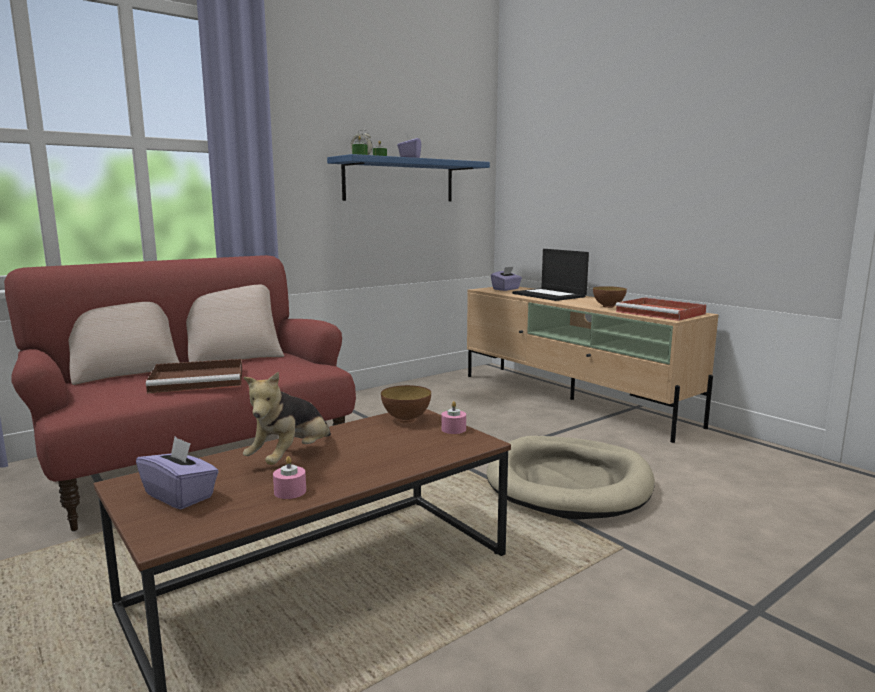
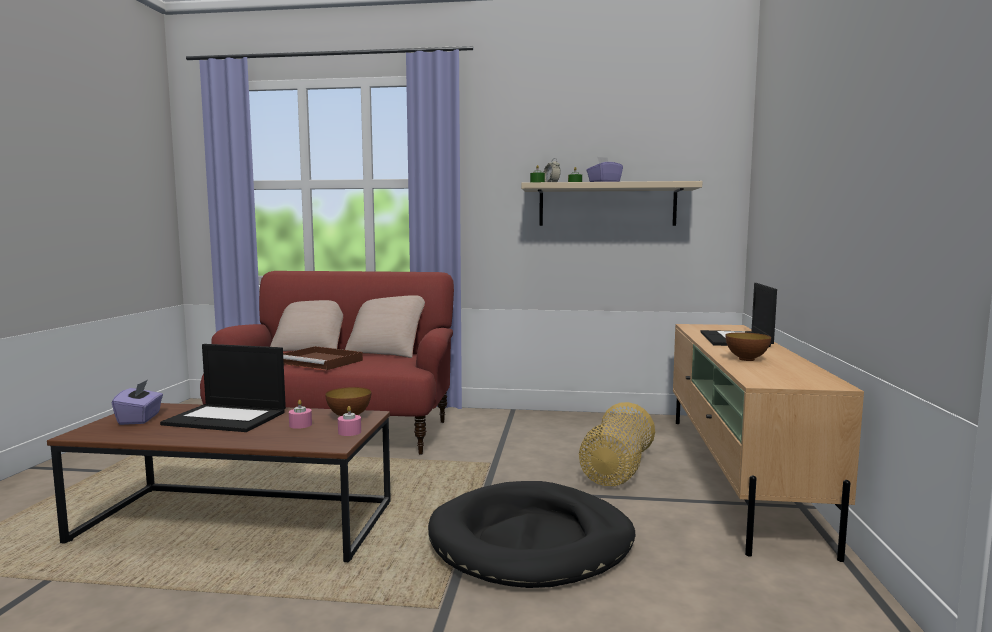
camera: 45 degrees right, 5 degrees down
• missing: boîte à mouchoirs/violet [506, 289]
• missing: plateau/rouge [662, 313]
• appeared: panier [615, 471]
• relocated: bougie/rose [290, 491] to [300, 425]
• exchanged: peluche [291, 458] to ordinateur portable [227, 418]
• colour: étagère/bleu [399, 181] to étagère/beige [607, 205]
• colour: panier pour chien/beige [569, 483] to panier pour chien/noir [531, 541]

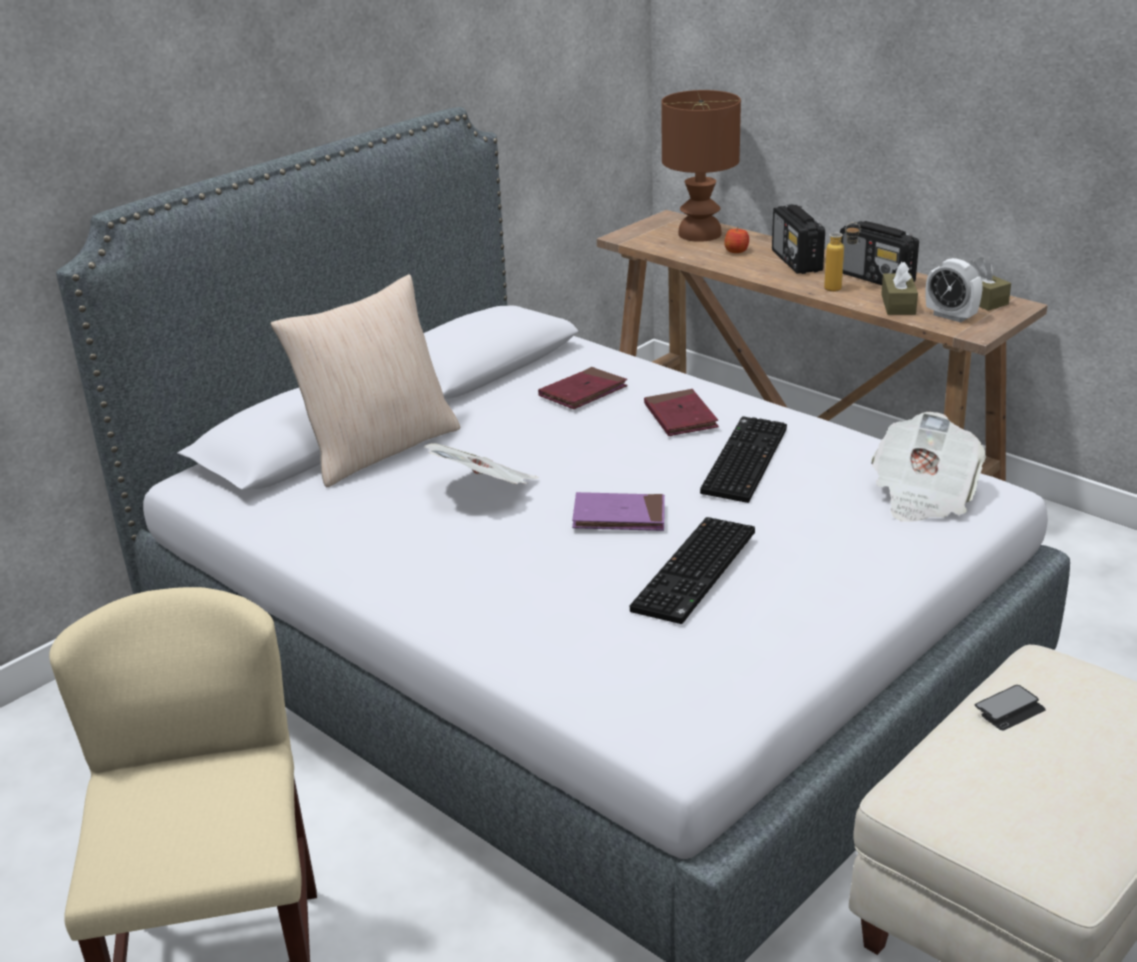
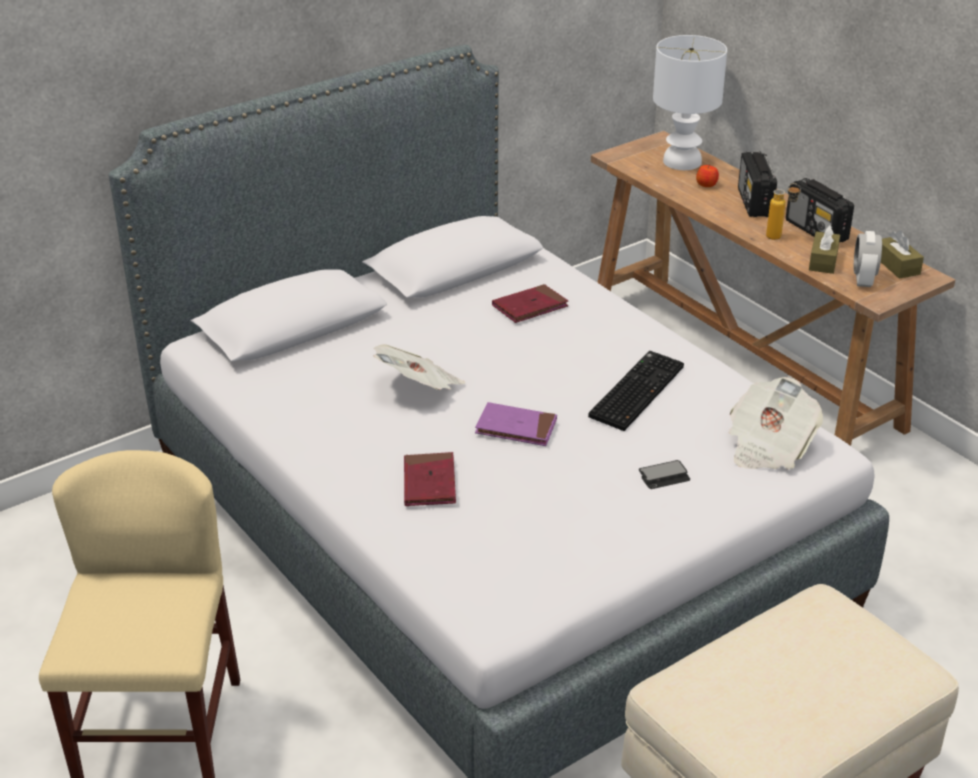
camera: 10 degrees right, 5 degrees up
• missing: coussin/beige [378, 448]
• missing: clavier [696, 573]
• relocated: livre/rouge [680, 417] to [429, 483]
• relocated: téléphone [1009, 709] to [664, 476]
• colour: lampe de table/marron [699, 233] to lampe de table/blanc [682, 161]
• spun: réveil [950, 316] = [863, 279] 45 degrees clockwise

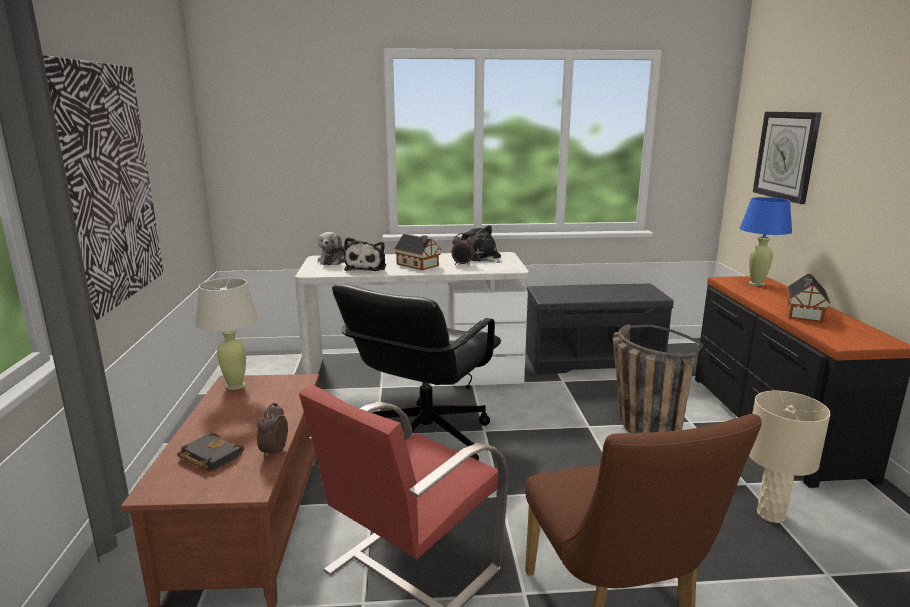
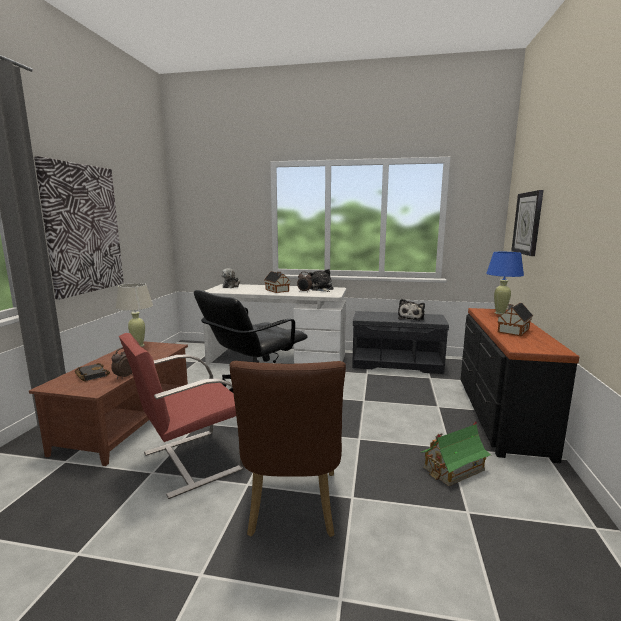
camera: 15 degrees right, 5 degrees down
• missing: panier [638, 424]
• relocated: peluche [367, 267] to [411, 318]
• exchanged: lampe de table/beige [771, 514] to maison miniature [453, 468]

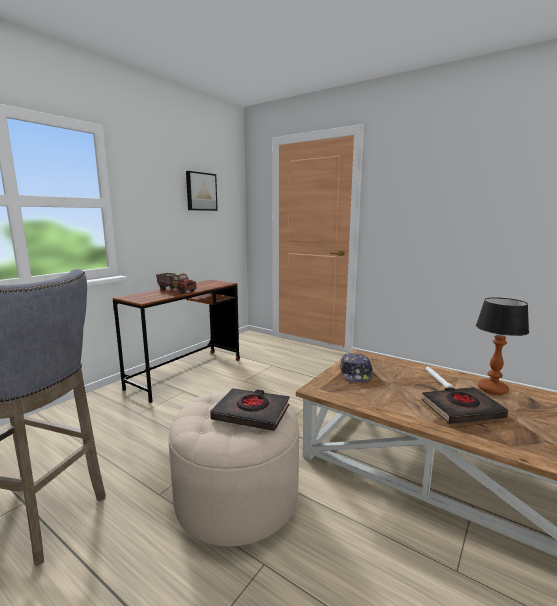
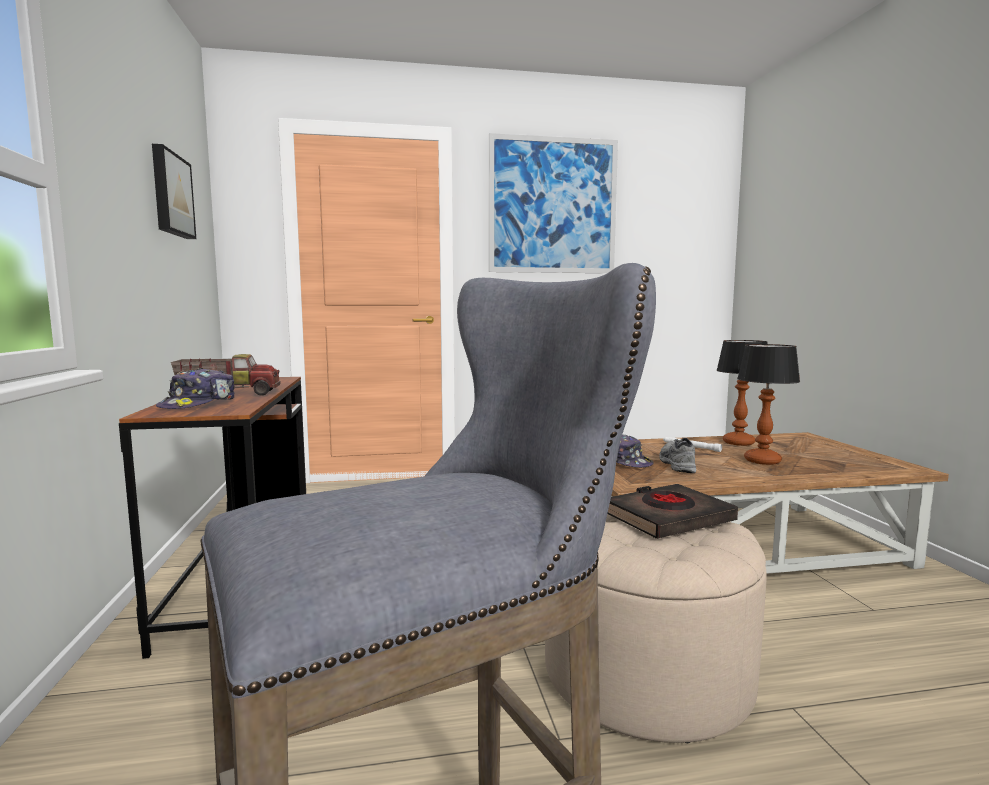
camera: 45 degrees left, 5 degrees down
• appeared: casquette [199, 404]
• appeared: tableau [553, 206]
• appeared: chaussure/gris [675, 464]
• exchanged: livre/noir [461, 409] to lampe de table [761, 461]

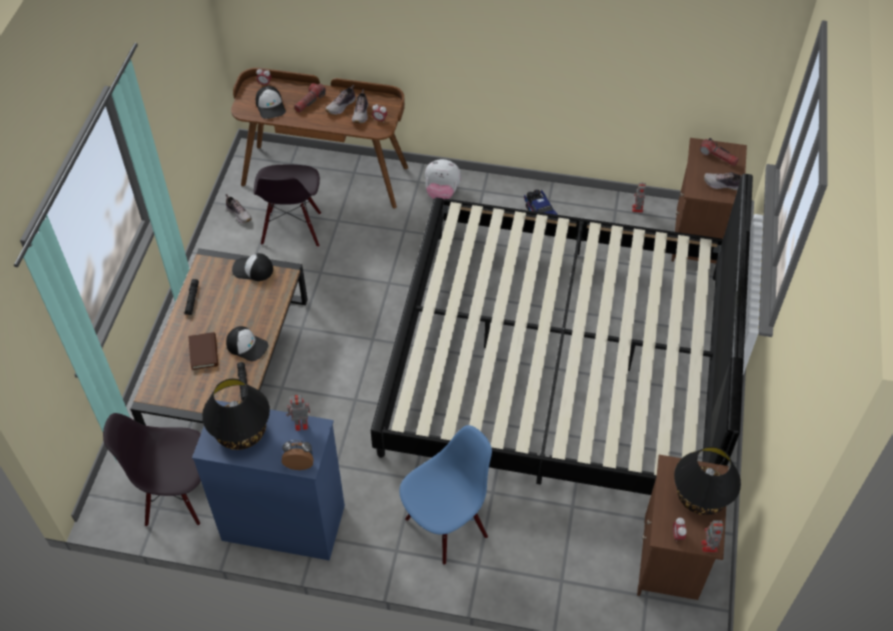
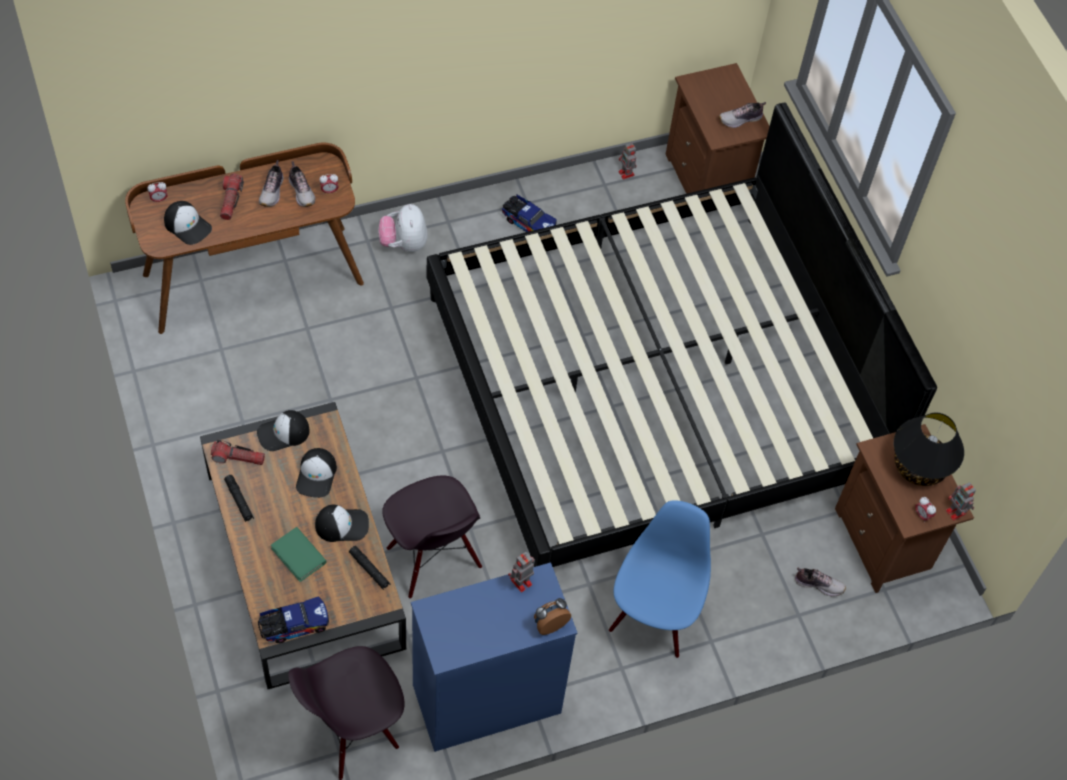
camera: 35 degrees left, 5 degrees up
• missing: lampe de table/noir [241, 431]
• appeared: camion jouet [293, 625]
• appeared: casquette [317, 475]
• relocated: chaussure [239, 214] to [818, 584]
• relocated: chaise/noir [292, 229] to [432, 558]
• relocated: lampe de poche [718, 157] to [238, 458]
• colour: livre/marron [204, 352] to livre/vert [298, 555]
• spun: peluche [442, 193] = [404, 243] 105 degrees clockwise

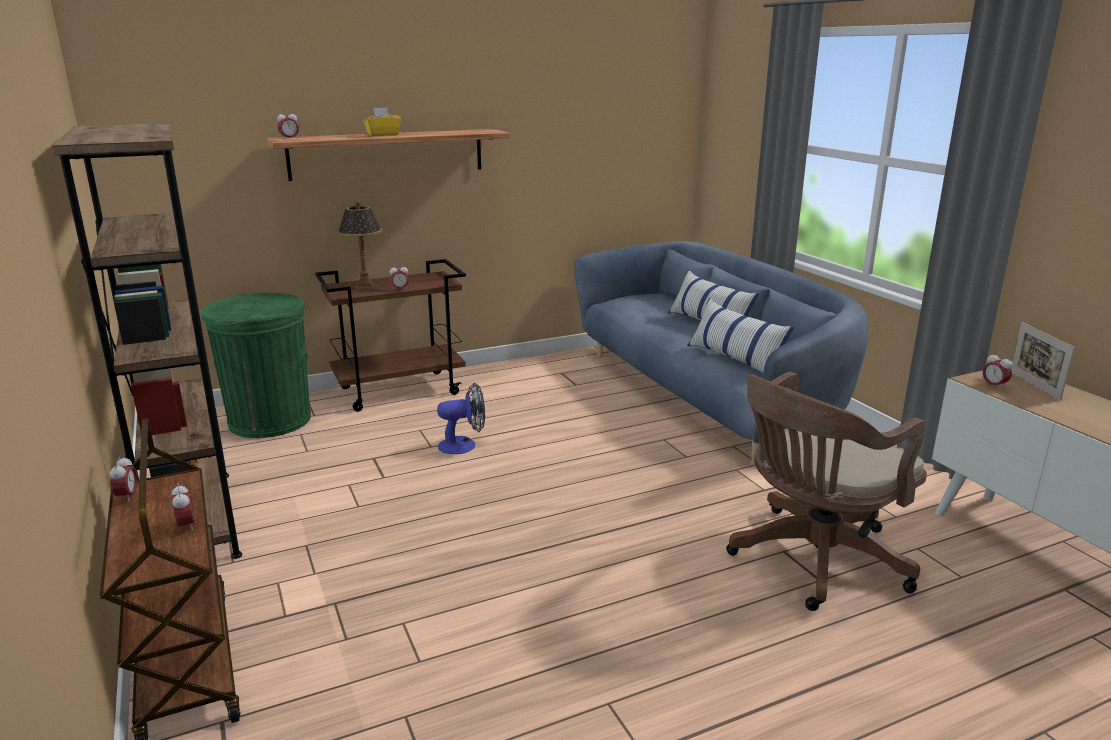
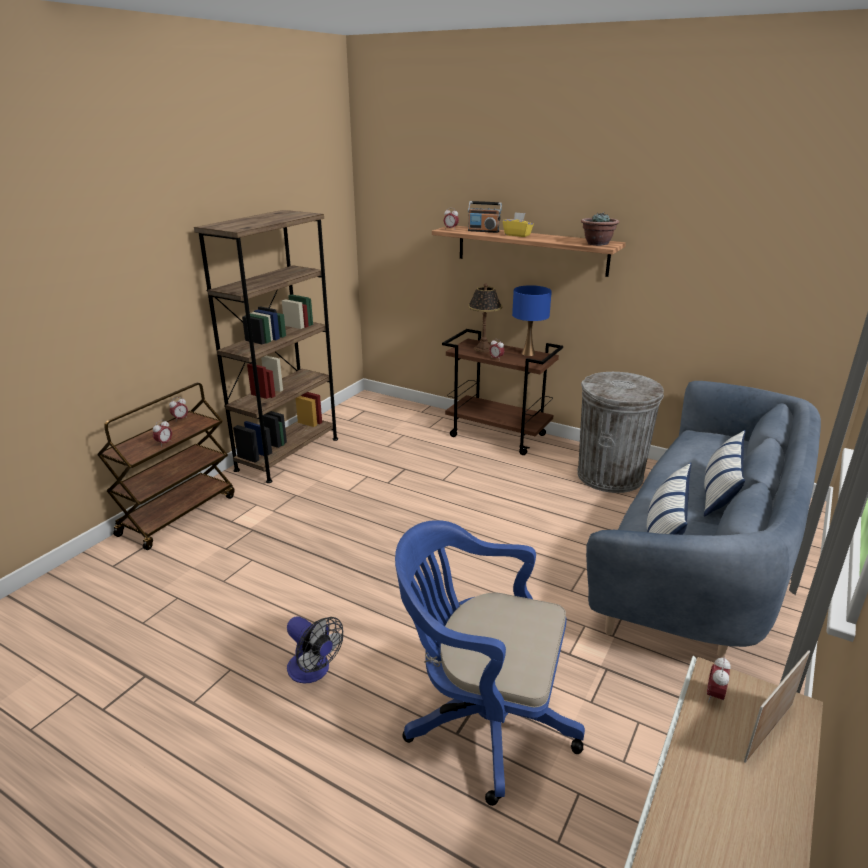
camera: 55 degrees right, 5 degrees up
• missing: poubelle/vert [270, 420]
• appeared: radio [483, 231]
• appeared: lampe de table/bleu [528, 353]
• appeared: poubelle/gris [610, 476]
• appeared: plante en pot [597, 244]
• relocated: ventilateur [464, 445] to [313, 671]
• colour: chaise de bureau/marron [812, 561] to chaise de bureau/bleu [481, 720]

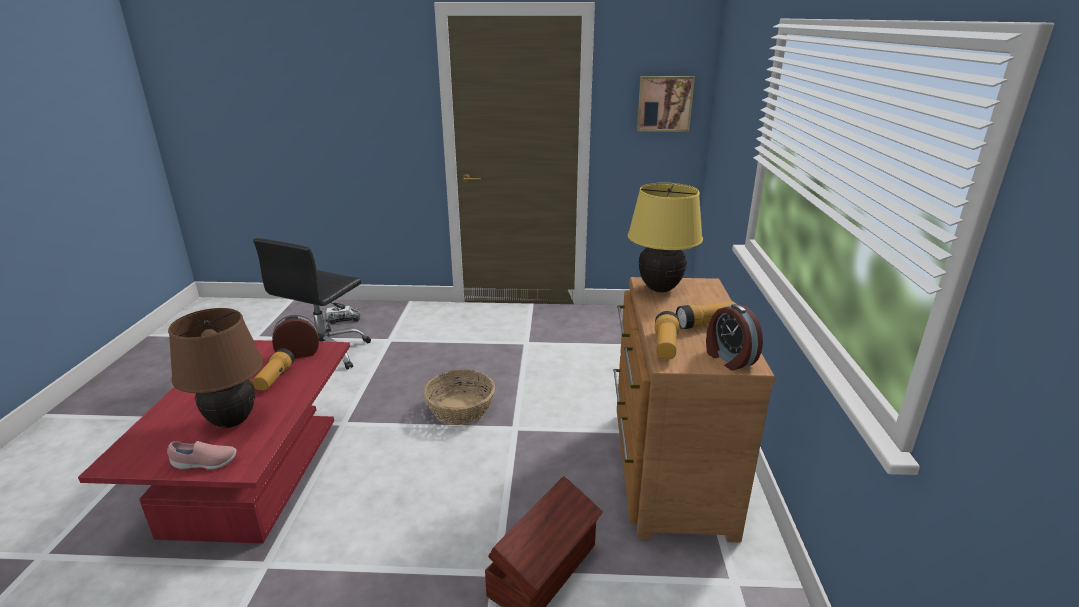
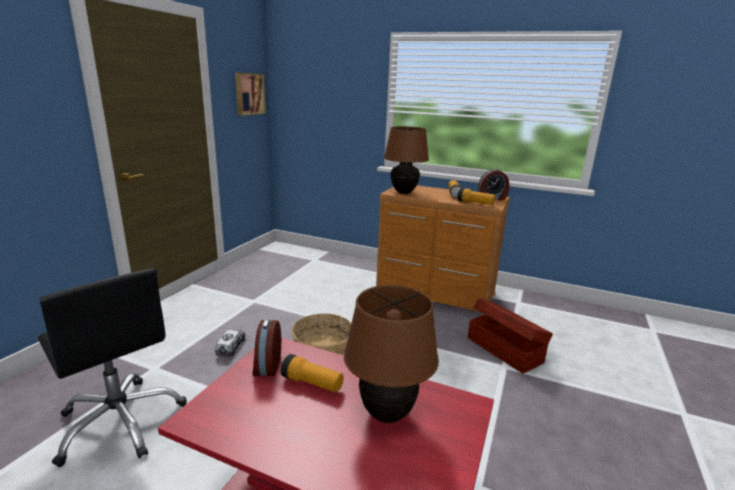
camera: 70 degrees left, 5 degrees down
• missing: chaussure/rose [205, 463]
• relocated: camion jouet [343, 320] to [231, 347]
• colour: lampe de table/jaune [660, 289] to lampe de table/marron [403, 192]

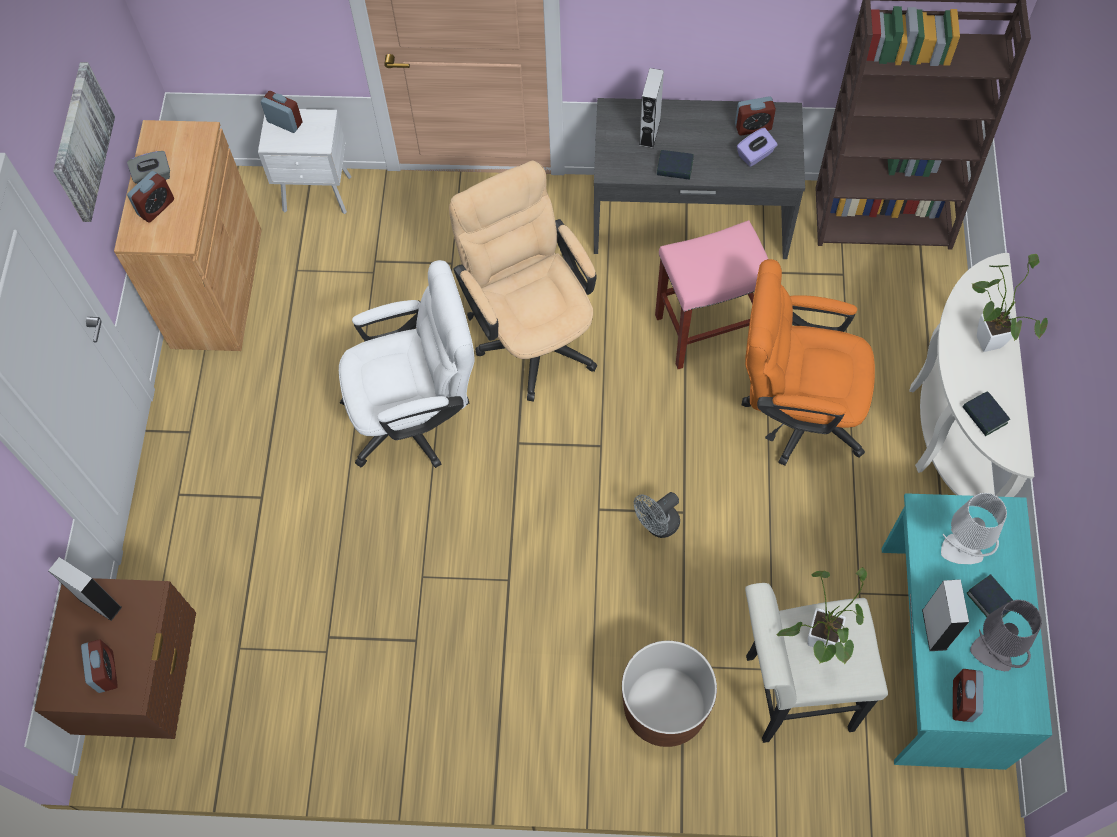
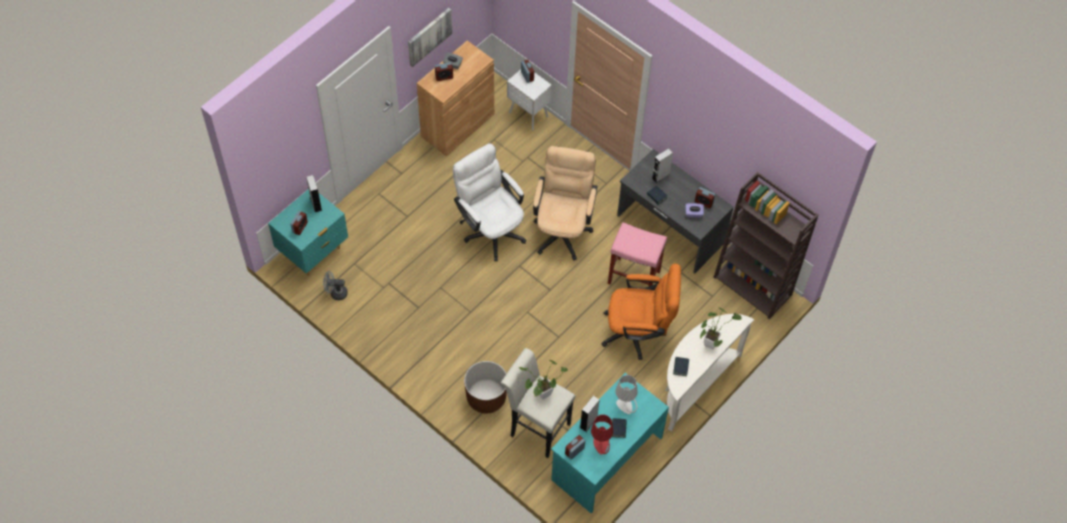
camera: 35 degrees right, 5 degrees down
• relocated: ventilateur/gris [657, 525] to [336, 293]
• colour: table de chevet/marron [148, 684] to table de chevet/turquoise [313, 253]
• colour: lampe de table/gris [992, 653] to lampe de table/rouge [601, 445]
• spun: chaise de bureau/blanc [418, 416] = [490, 228] 150 degrees counterclockwise
• spun: chaise de bureau/orange [794, 411] = [638, 332] 135 degrees clockwise

